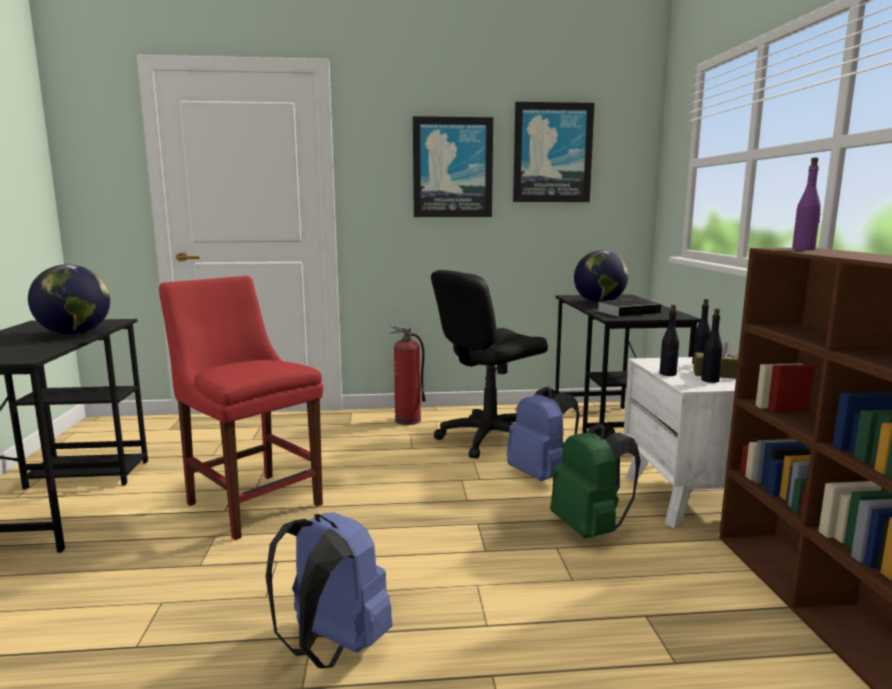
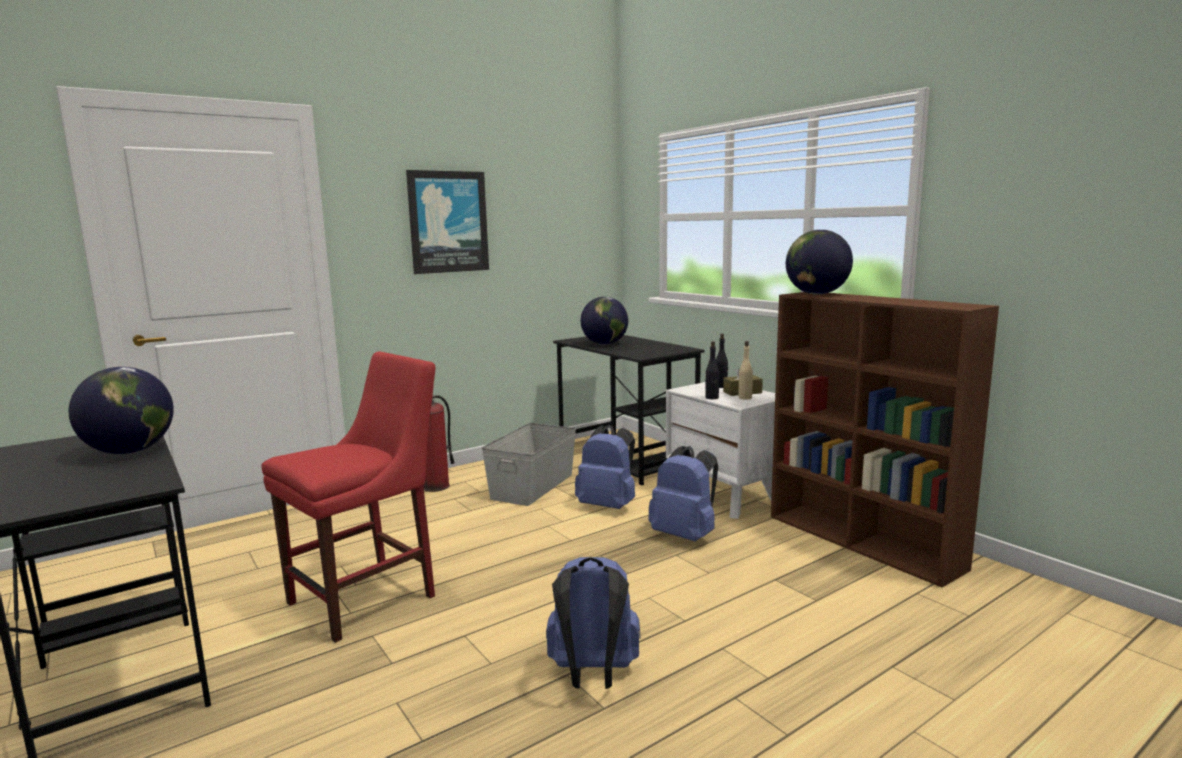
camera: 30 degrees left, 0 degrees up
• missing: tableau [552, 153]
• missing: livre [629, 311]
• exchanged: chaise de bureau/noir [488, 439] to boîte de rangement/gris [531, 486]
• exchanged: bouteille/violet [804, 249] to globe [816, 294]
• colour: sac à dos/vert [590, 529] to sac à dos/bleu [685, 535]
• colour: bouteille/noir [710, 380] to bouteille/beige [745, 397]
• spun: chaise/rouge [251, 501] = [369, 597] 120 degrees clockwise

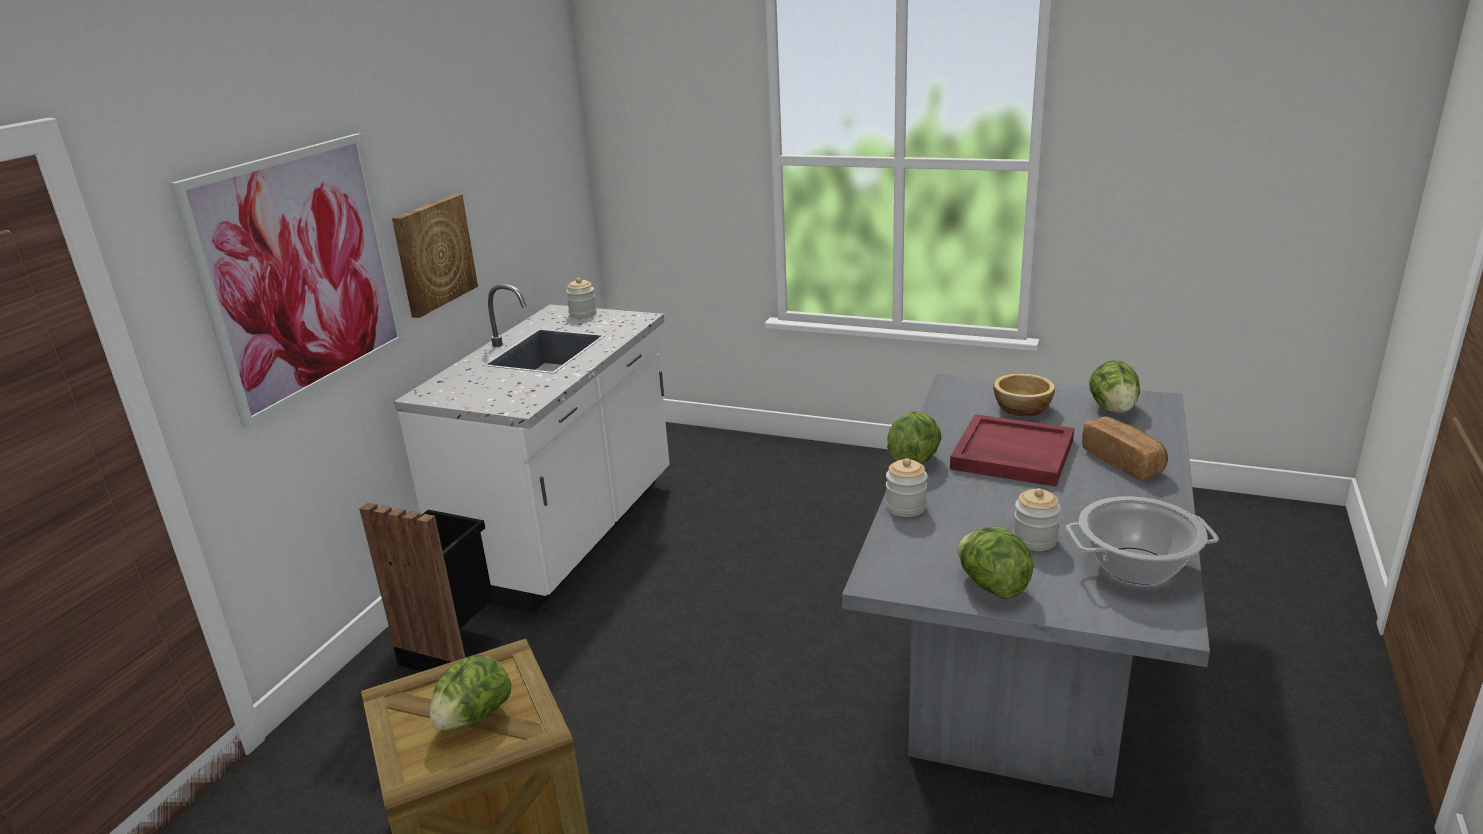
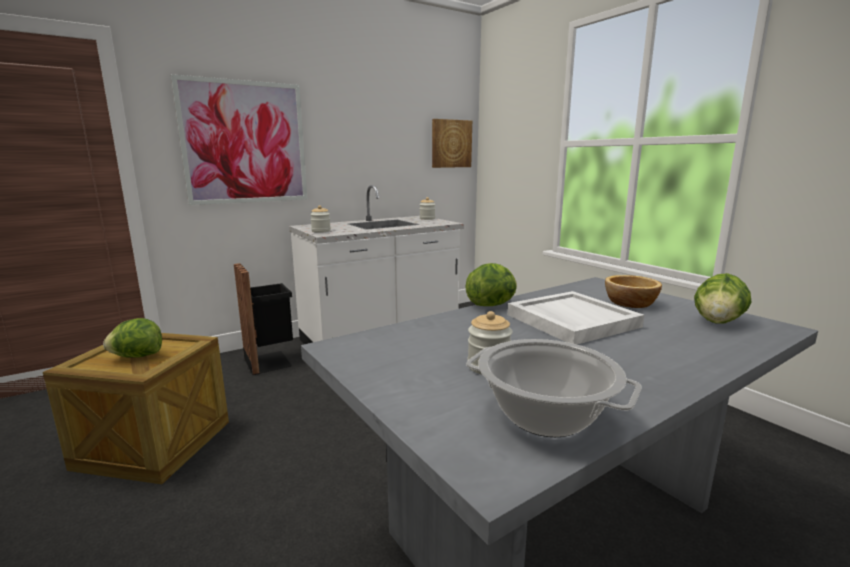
camera: 35 degrees right, 10 degrees down
• missing: laitue [992, 586]
• missing: pain [1123, 462]
• relocated: tableau [433, 254] to [451, 143]
• relocated: bocal [905, 507] to [321, 231]
• colour: plateau/rouge [1011, 455] to plateau/blanc [571, 320]

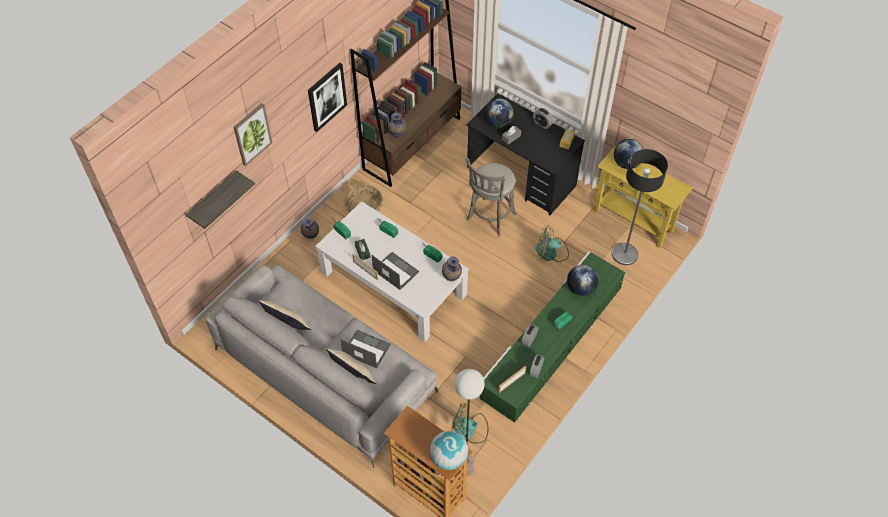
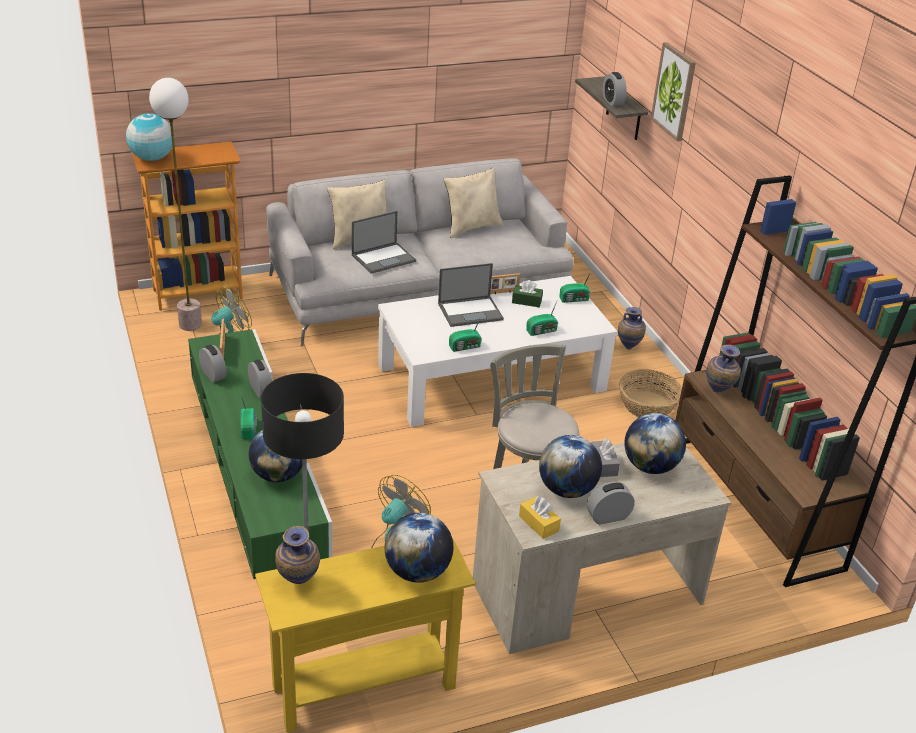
camera: 120 degrees right, 20 degrees down
• missing: tableau [326, 97]
• appeared: globe [567, 490]
• appeared: réveil [612, 102]
• relocated: vase [452, 279] to [297, 583]
• colour: bureau/noir [521, 177] to bureau/beige [586, 593]

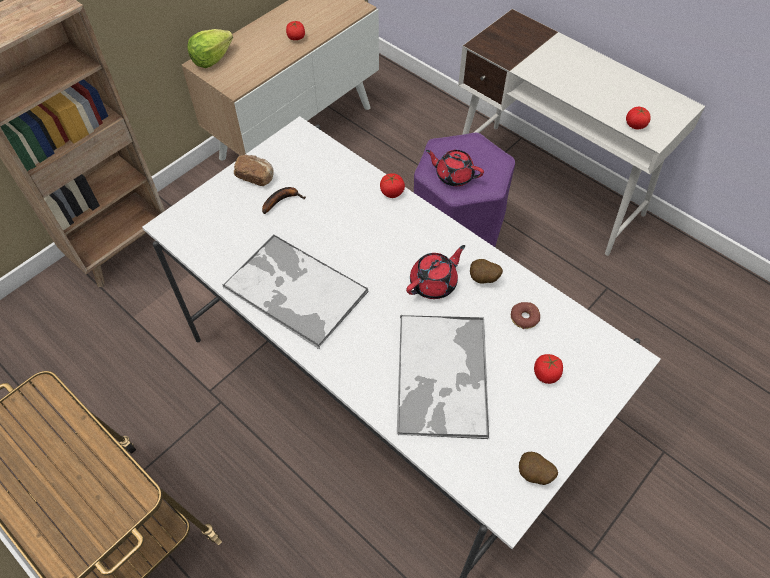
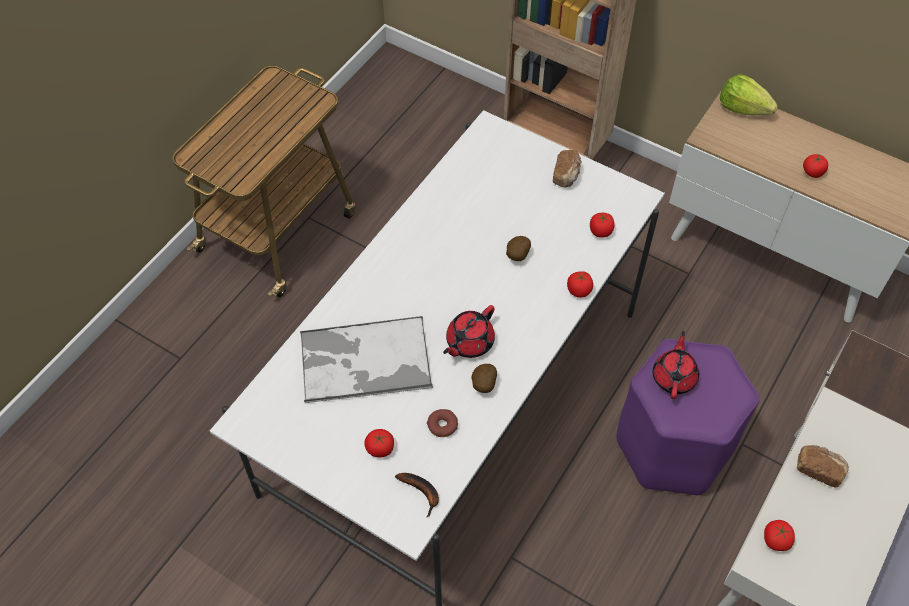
camera: 80 degrees right, 0 degrees up
• missing: plateau [294, 289]
• appeared: tomate [600, 231]
• appeared: pain [819, 469]
• relocated: banane [282, 200] to [422, 492]
• relocated: pomme de terre [534, 475] to [516, 256]
• spun: théière/rouge [434, 283] = [469, 342] 90 degrees clockwise

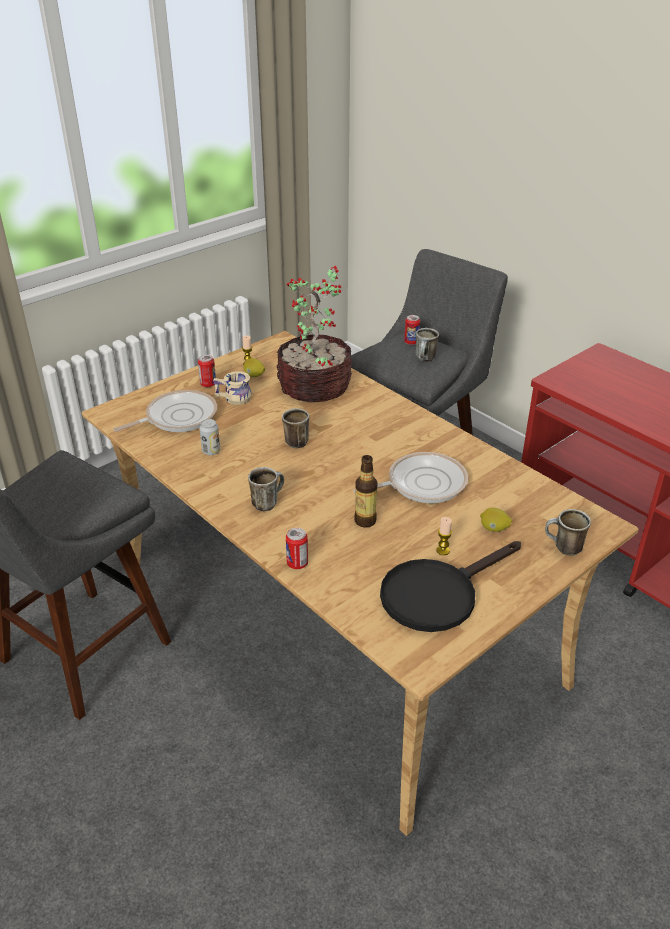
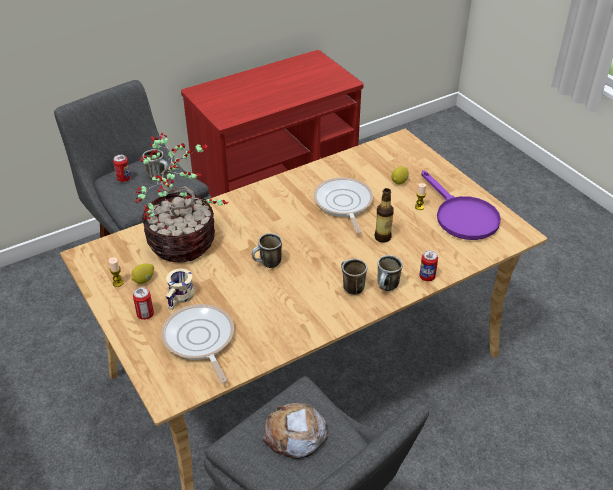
camera: 80 degrees left, 5 degrees up
• missing: boîte métallique [211, 451]
• appeared: pain [294, 434]
• relocated: mug [563, 548] to [387, 288]
• colour: poêle/noir [438, 593] to poêle/violet [461, 216]

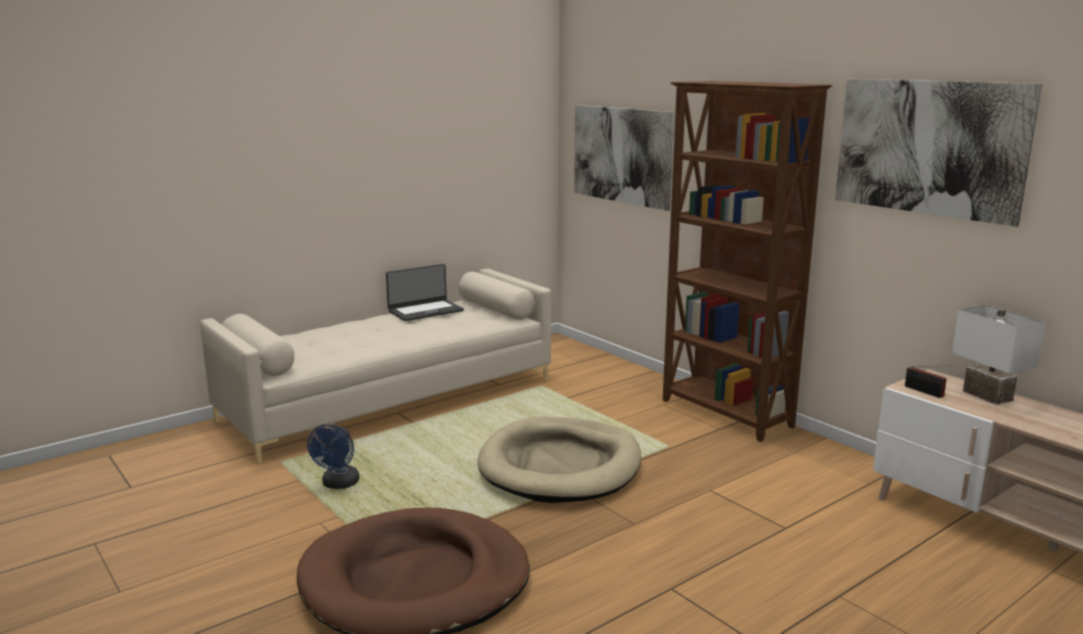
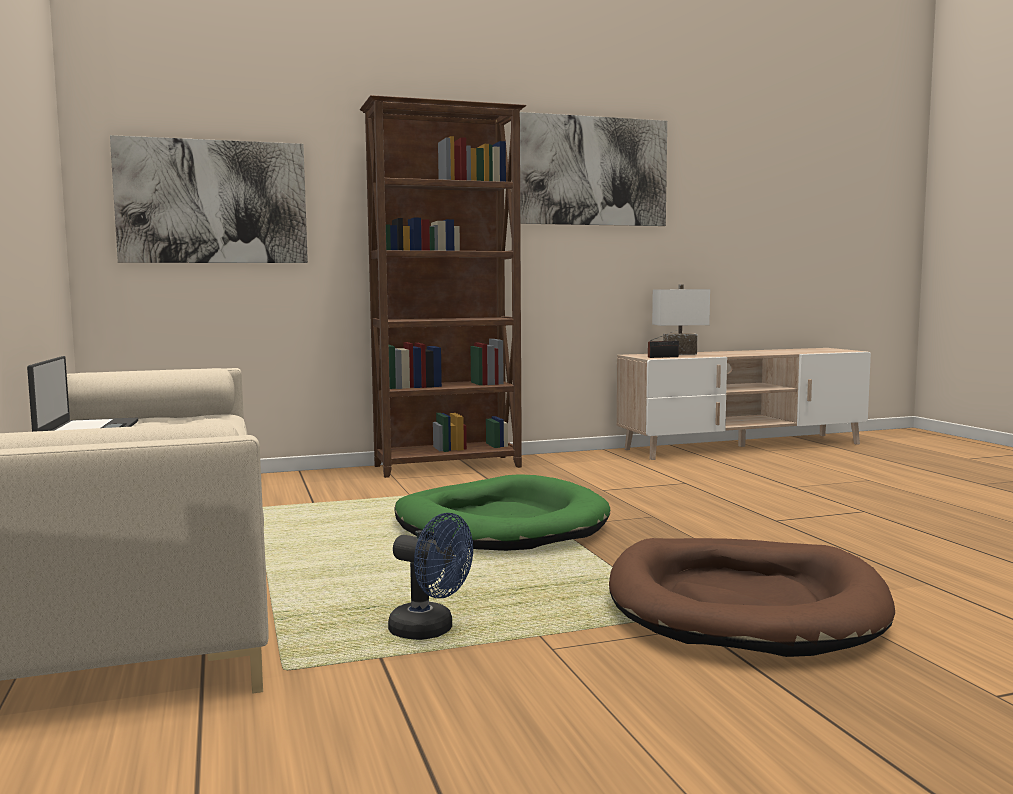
camera: 70 degrees left, 10 degrees down
• colour: panier pour chien/beige [560, 466] to panier pour chien/vert [500, 524]

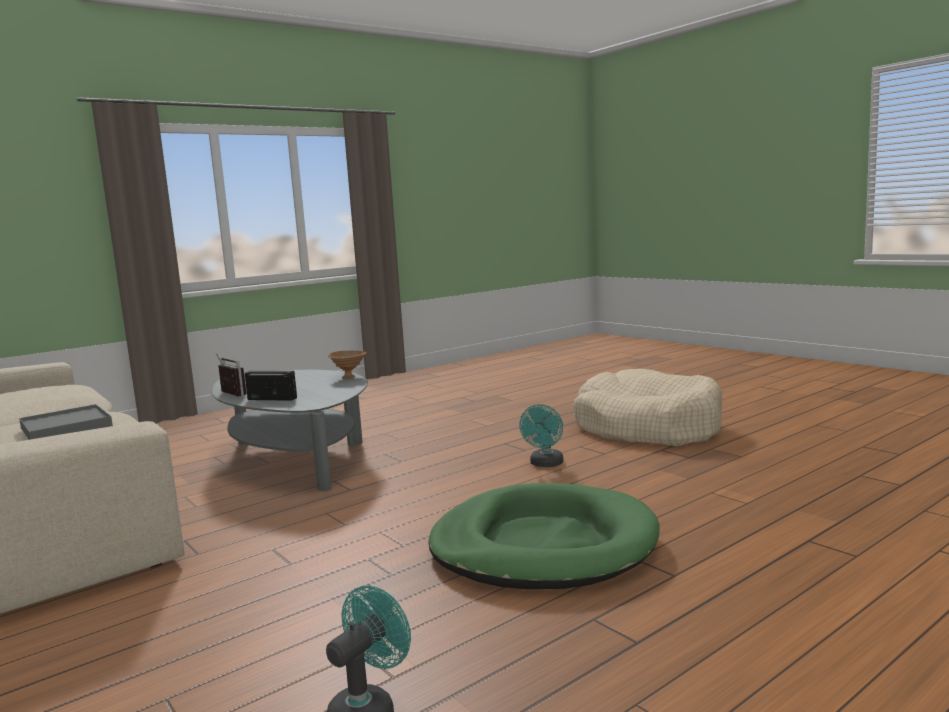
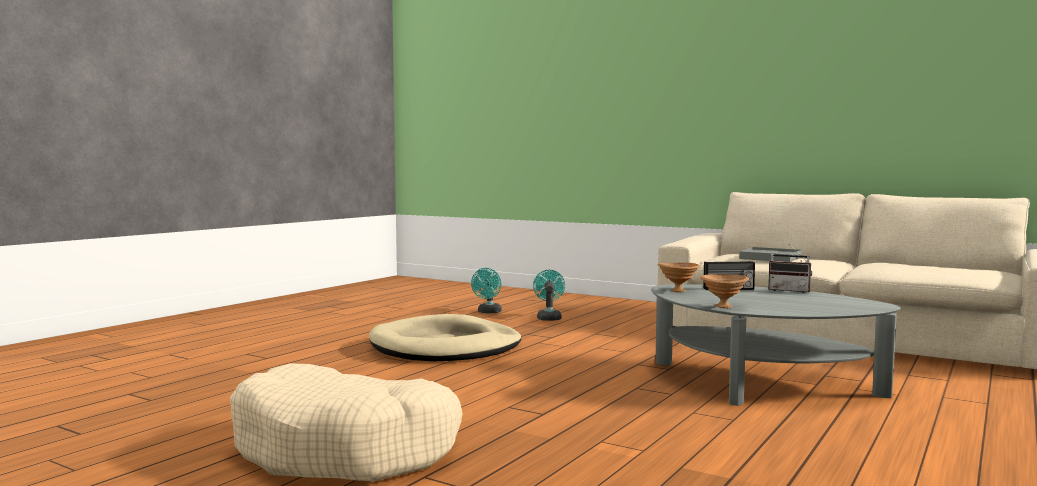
camera: 160 degrees right, 5 degrees down
• appeared: bol/marron [677, 291]
• relocated: ventilateur/turquoise [545, 464] to [549, 317]
• colour: panier pour chien/vert [543, 545] to panier pour chien/beige [446, 347]

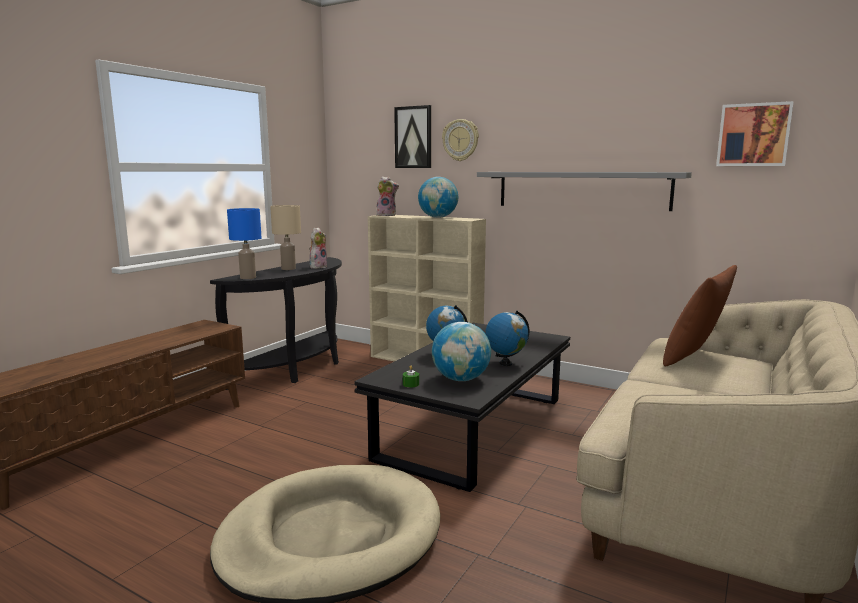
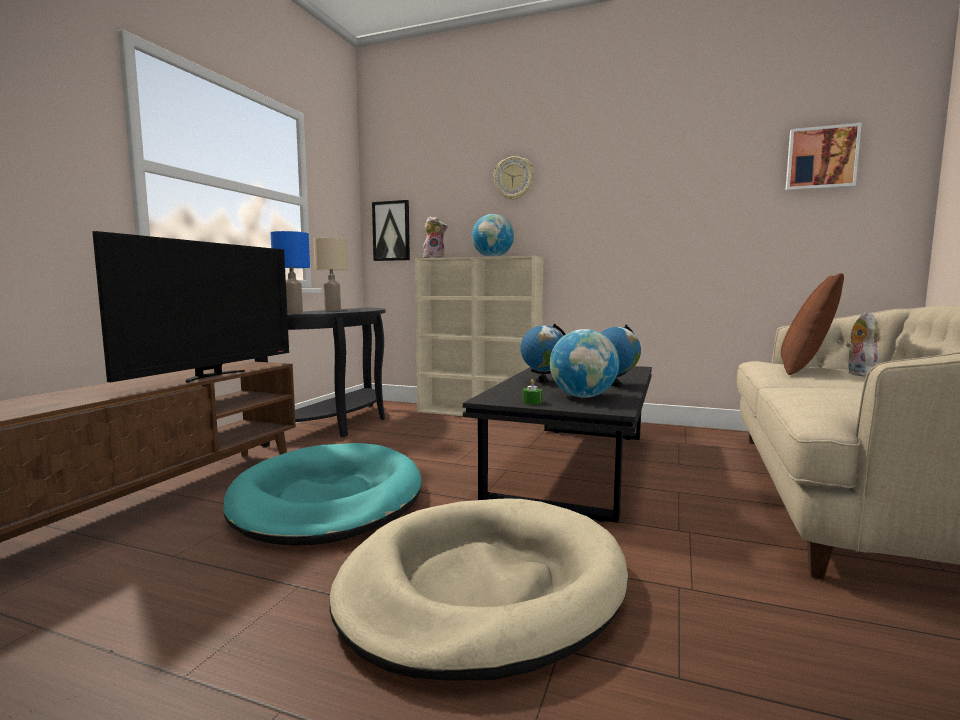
camera: 10 degrees left, 5 degrees down
• missing: étagère/gris [581, 190]
• appeared: téléviseur [212, 376]
• appeared: panier pour chien/turquoise [328, 500]
• relocated: peluche [318, 267] to [858, 374]
• relocated: tableau [413, 137] to [391, 231]

